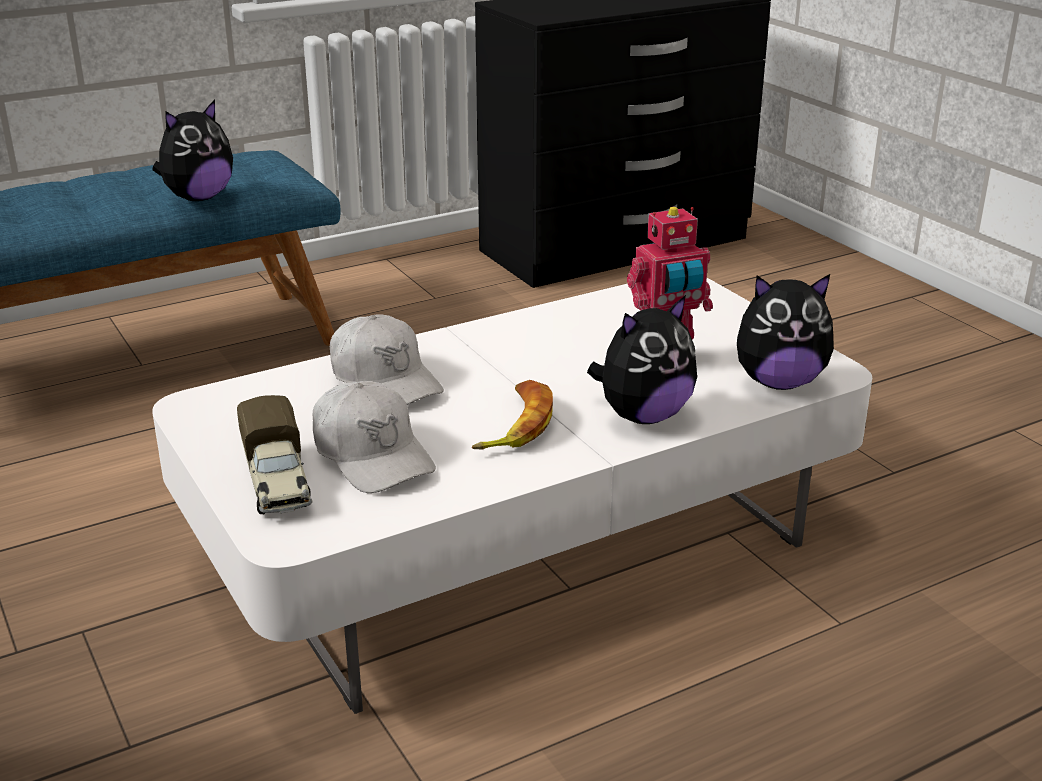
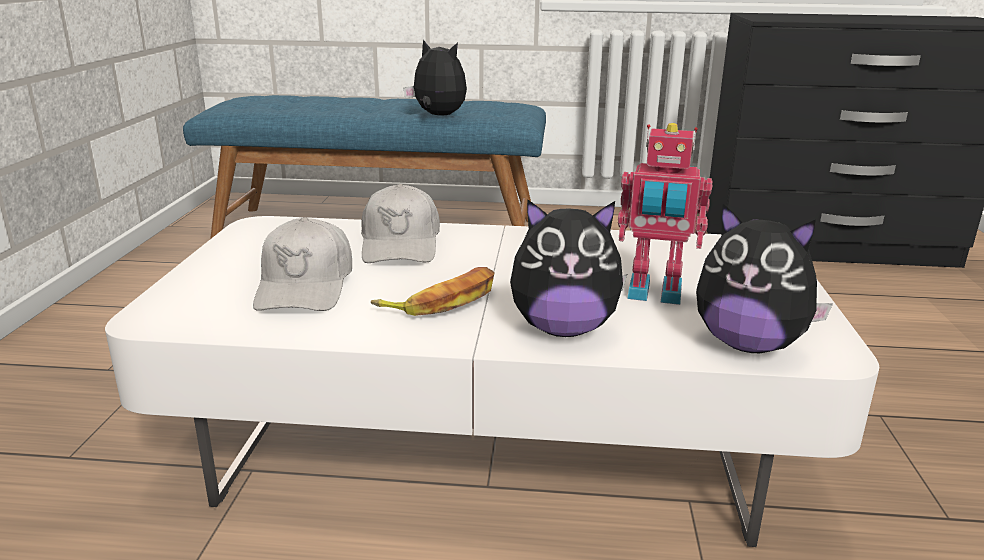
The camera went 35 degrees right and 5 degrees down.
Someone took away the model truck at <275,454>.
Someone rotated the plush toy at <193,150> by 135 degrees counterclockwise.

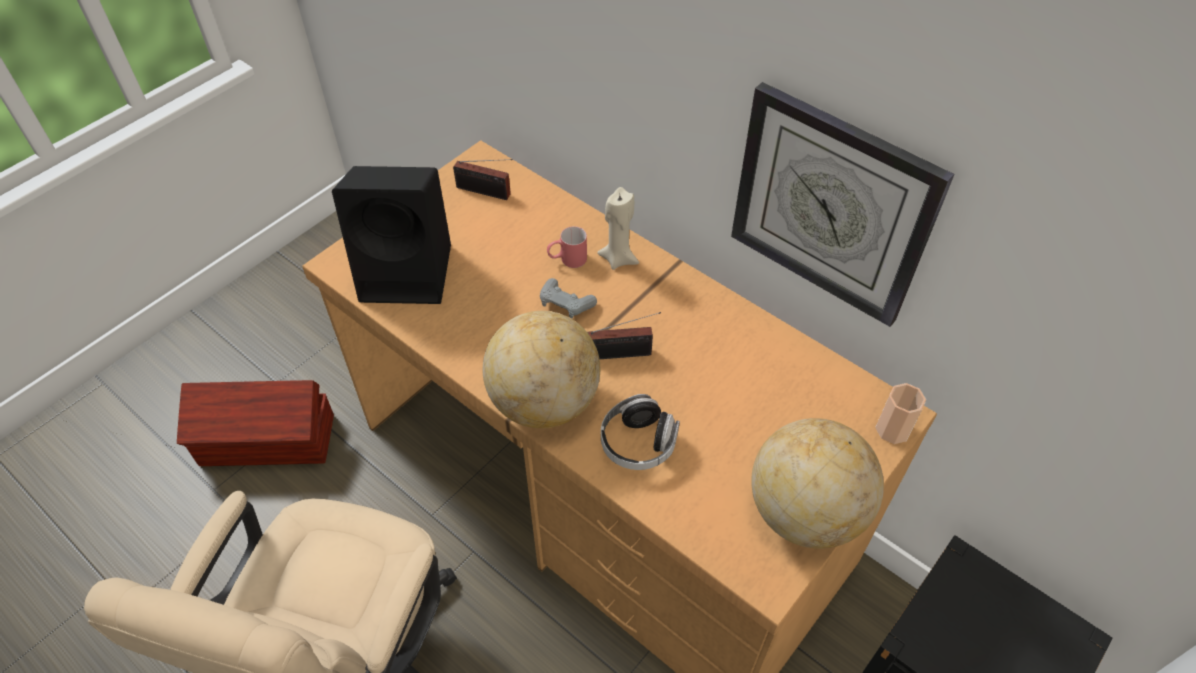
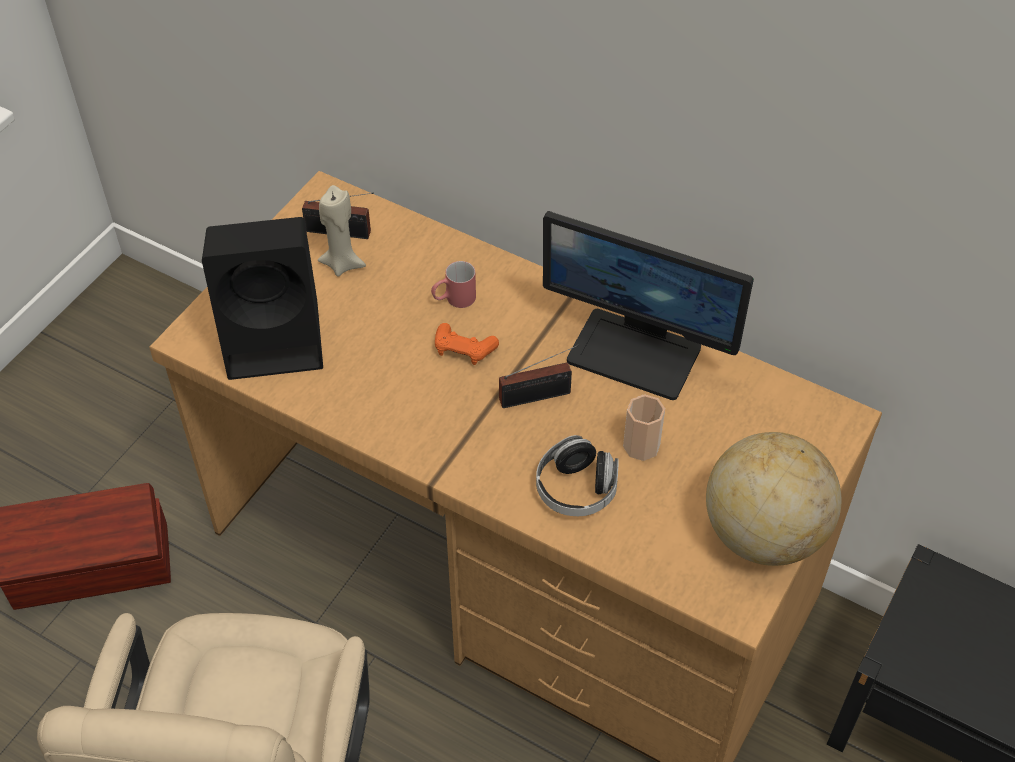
The camera went 10 degrees left and 0 degrees up.
Someone took away the desk globe at <541,369>.
Someone took away the clock on the wall at <842,204>.
Someone put down the monitor at <648,305>.
Someone carried the beige candle from <618,228> to <342,231>.
Someone carried the cup from <900,413> to <644,427>.
Someone repainted the greyish gamepad at <568,298>, which became the orangey gamepad at <467,344>.

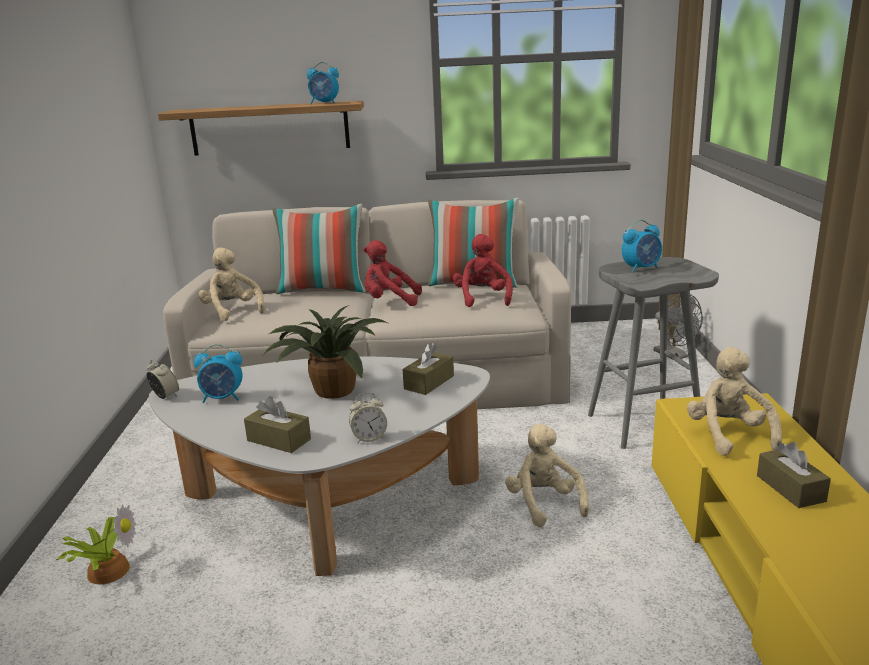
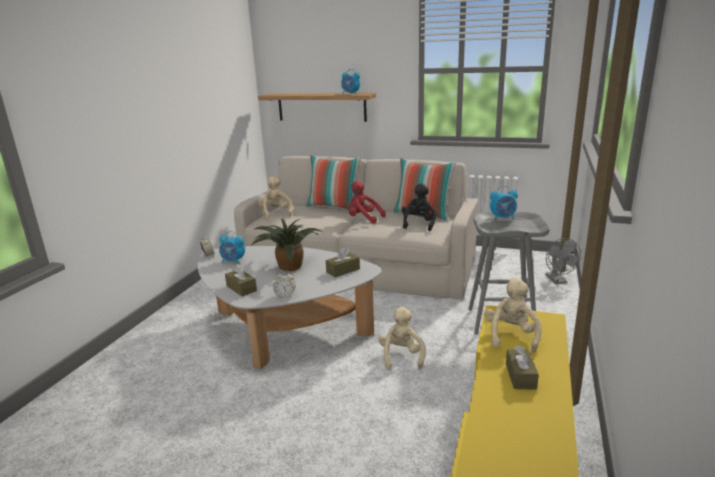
The camera went 20 degrees right and 0 degrees up.
Someone took away the houseplant at <96,544>.
Someone repainted the reddish plush toy at <483,270>, which became the blackish plush toy at <419,207>.

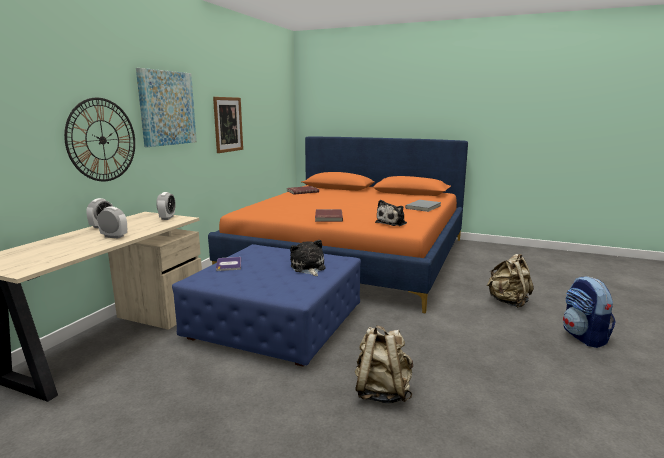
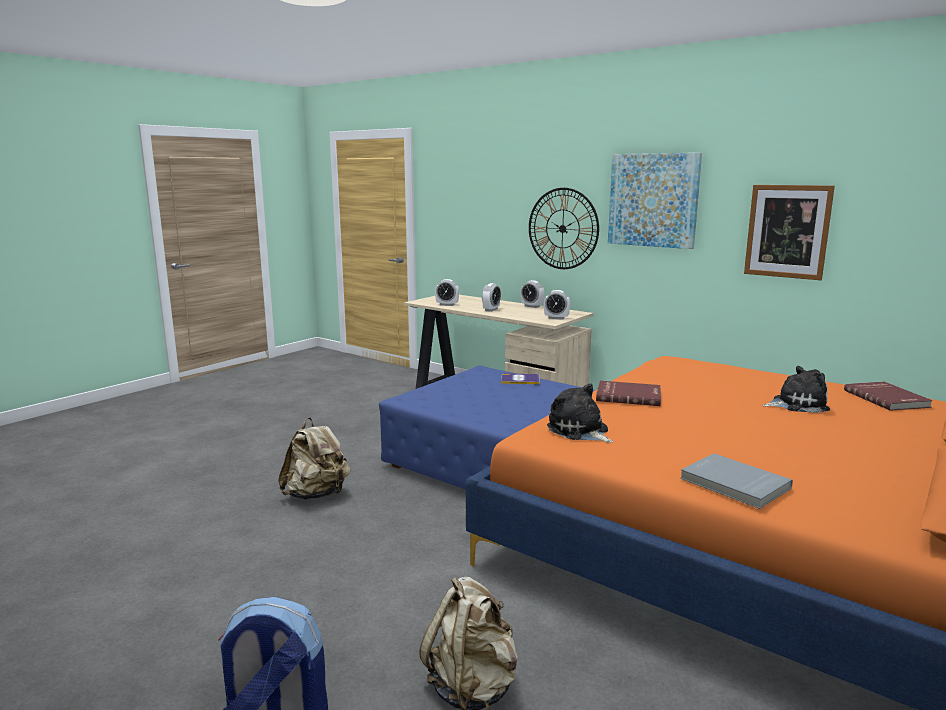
The camera went 105 degrees right and 0 degrees up.
Someone put down the bedside clock at <447,292>.
Someone carried the plush toy from <307,258> to <796,389>.

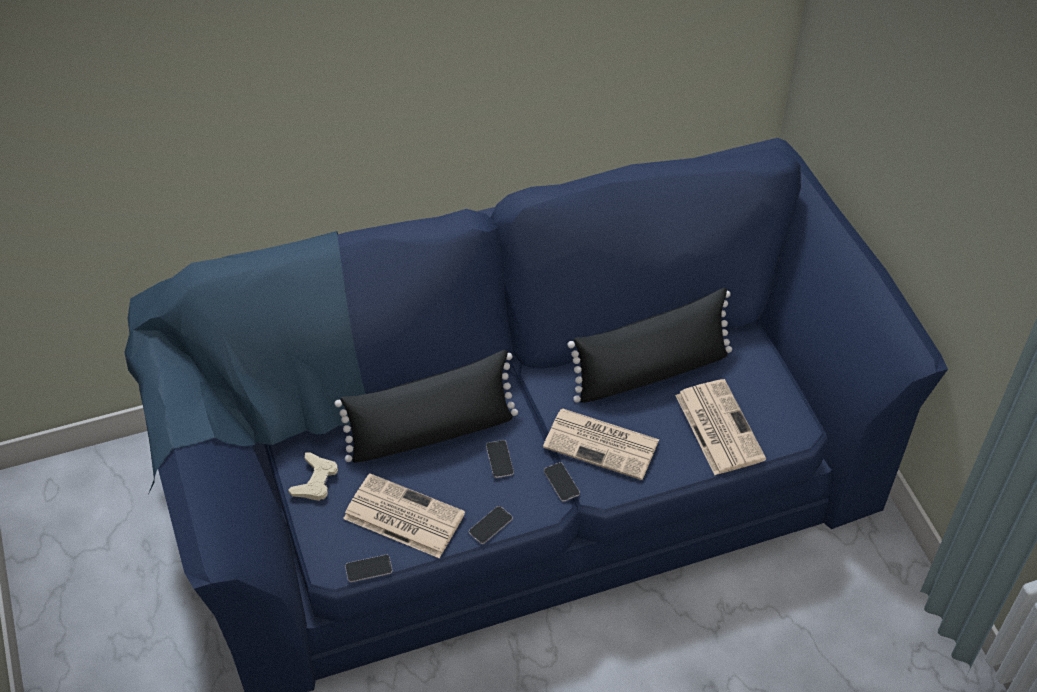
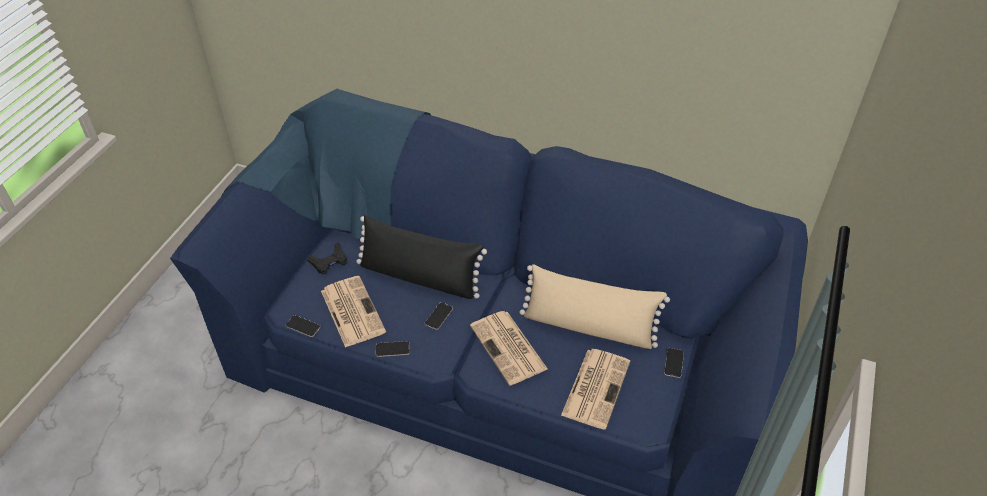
The camera went 40 degrees right and 5 degrees down.
Someone carried the telephone from <562,482> to <674,363>.
Someone repainted the beige gamepad at <313,476>, which became the blackish gamepad at <327,258>.
Someone repainted the blackish cushion at <649,345>, which became the beige cushion at <595,306>.

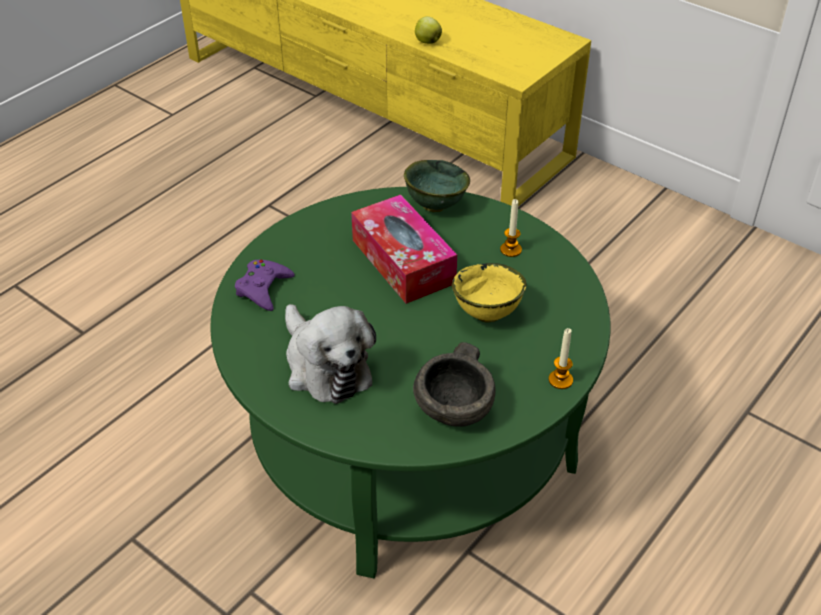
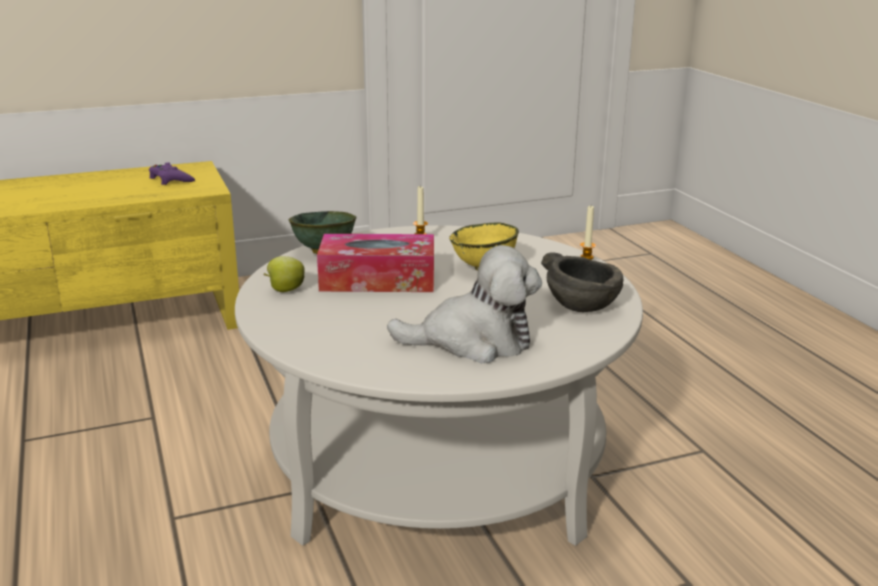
The camera went 60 degrees left and 20 degrees down.
Someone carried the purple-coloured gamepad from <264,285> to <172,174>.
Someone carried the apple from <428,30> to <283,274>.
Someone repainted the greenish lounge table at <410,382>, which became the white lounge table at <439,385>.

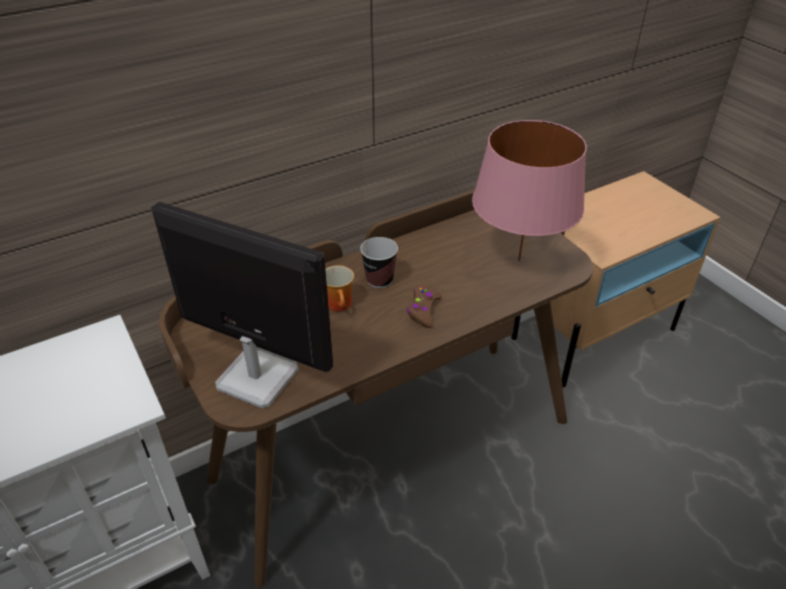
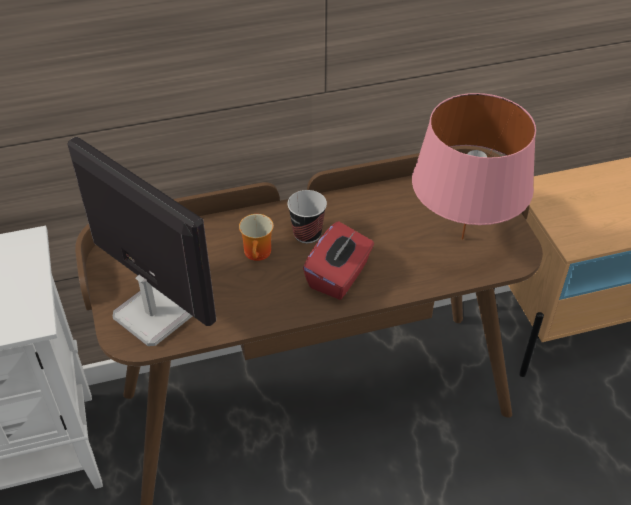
The camera went 15 degrees right and 5 degrees up.
Someone swapped the brown gamepad at <424,307> for the reddish tissue holder at <338,260>.

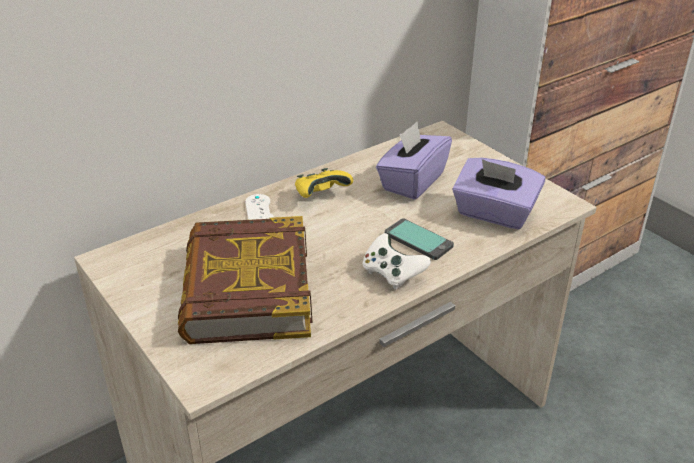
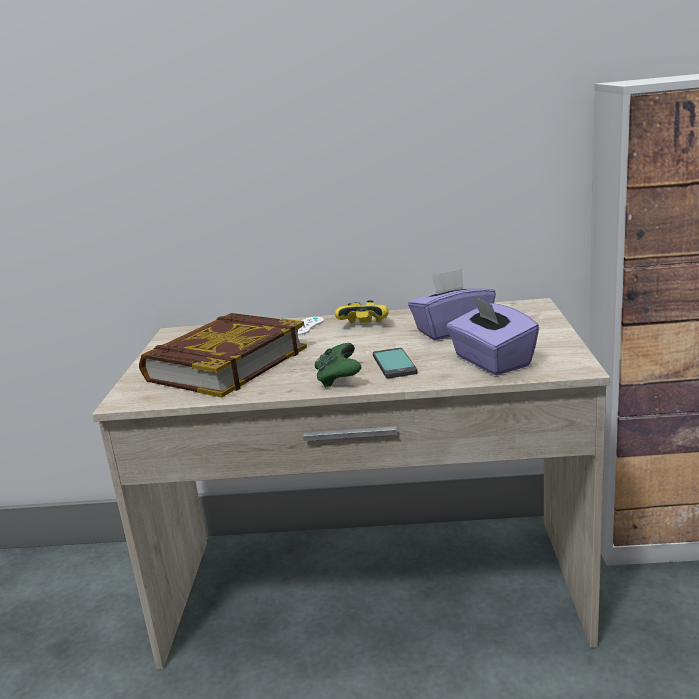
The camera went 40 degrees right and 15 degrees down.
Someone repainted the white gamepad at <396,261>, which became the greenish gamepad at <338,365>.

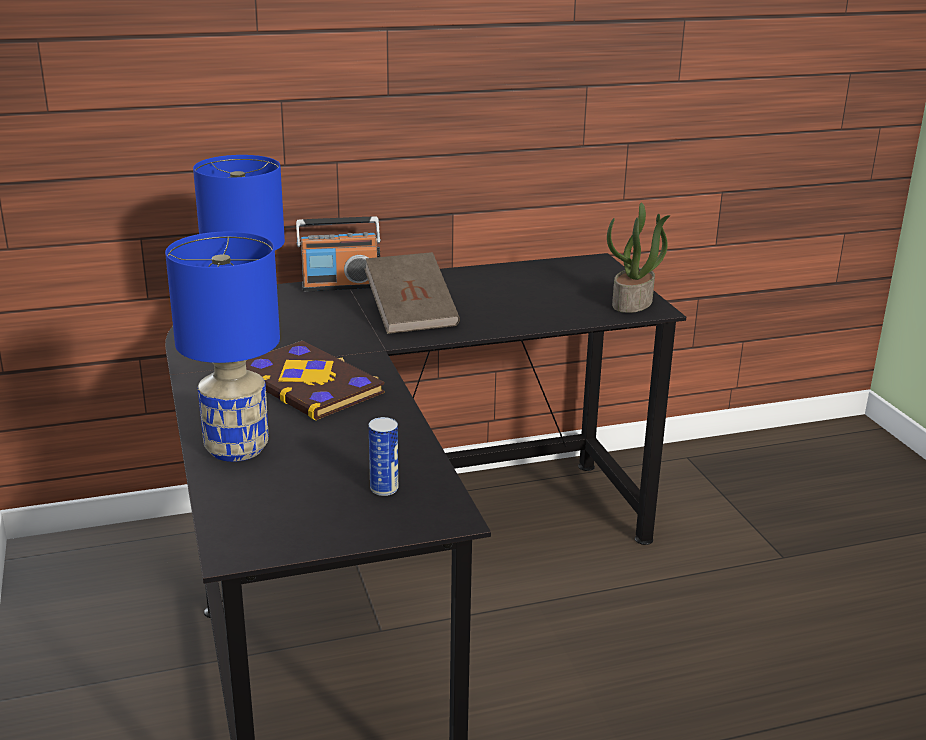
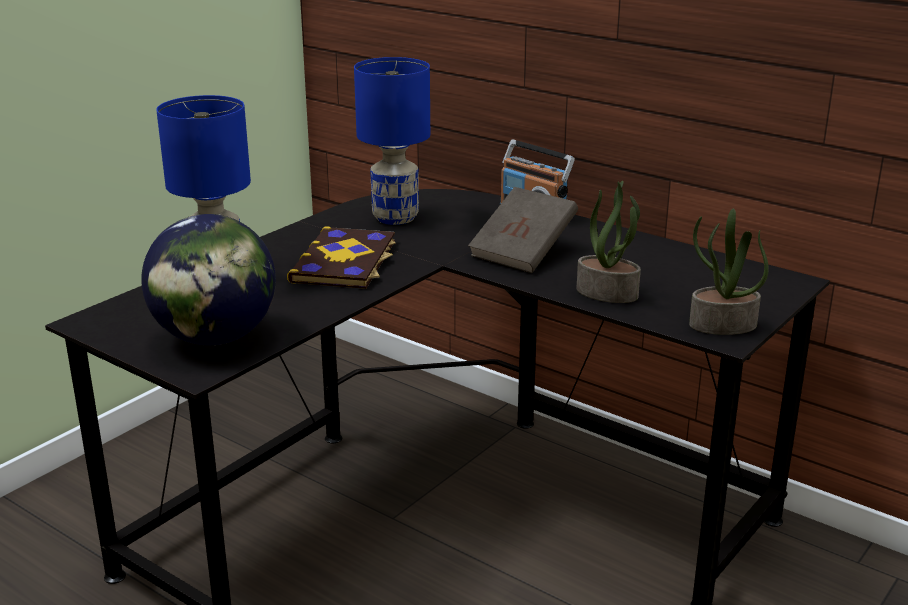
The camera went 55 degrees right and 0 degrees up.
Someone put down the houseplant at <608,242>.
Someone swapped the can at <383,456> for the desk globe at <208,279>.

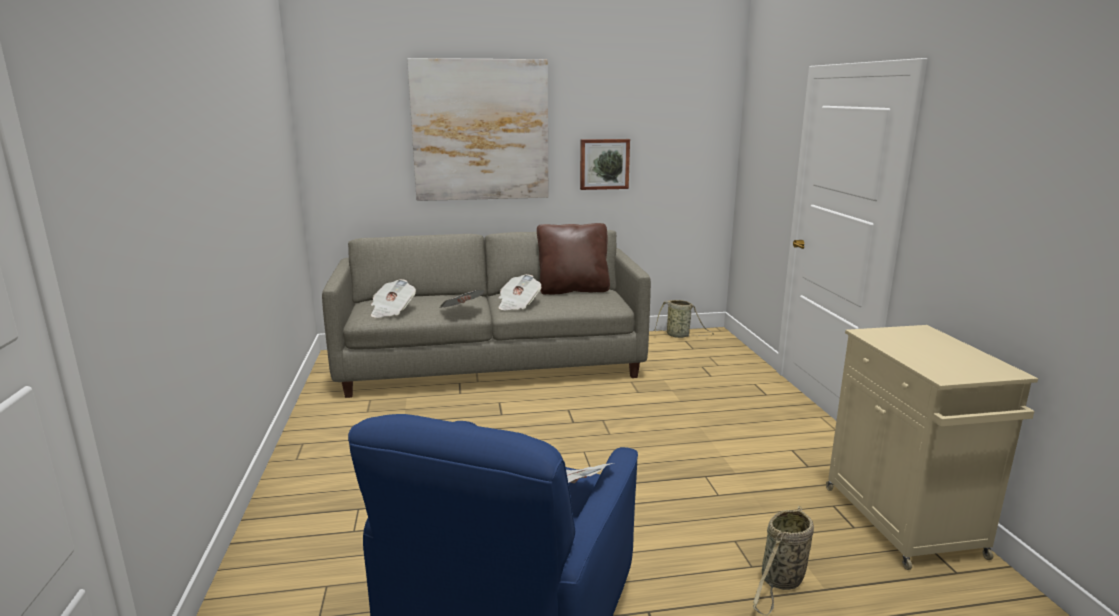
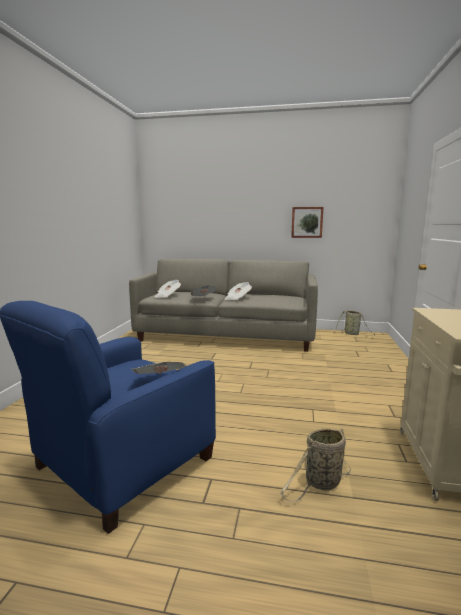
The camera went 20 degrees right and 5 degrees down.
Someone took away the wall picture at <477,129>.
Someone took away the brown cushion at <573,259>.

